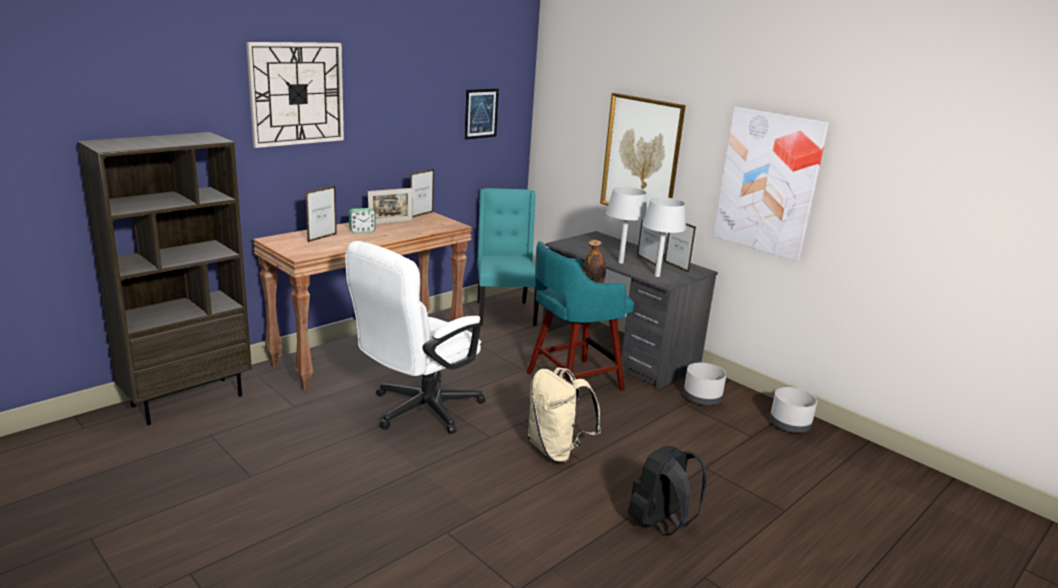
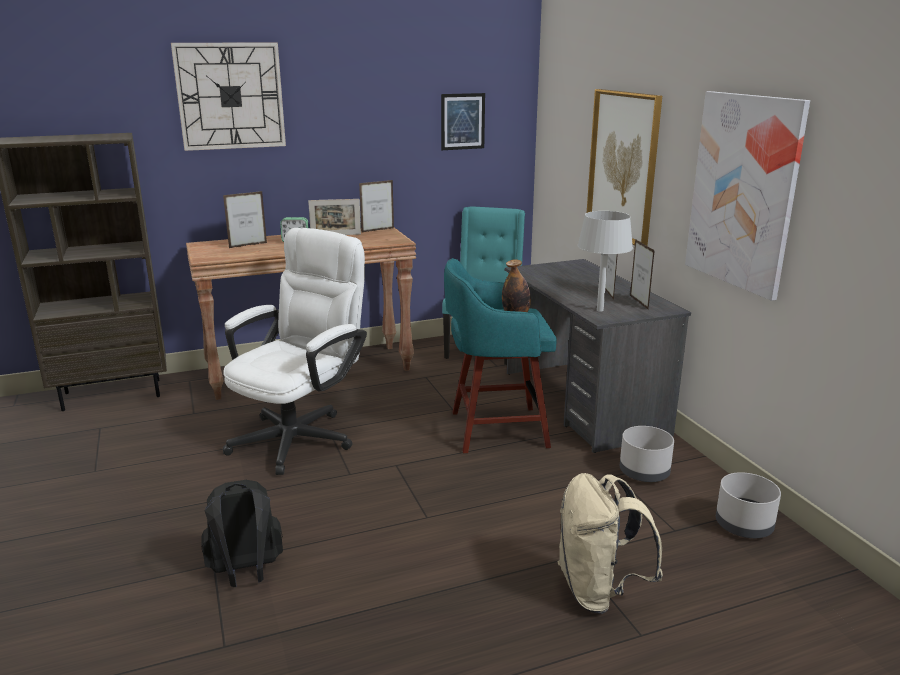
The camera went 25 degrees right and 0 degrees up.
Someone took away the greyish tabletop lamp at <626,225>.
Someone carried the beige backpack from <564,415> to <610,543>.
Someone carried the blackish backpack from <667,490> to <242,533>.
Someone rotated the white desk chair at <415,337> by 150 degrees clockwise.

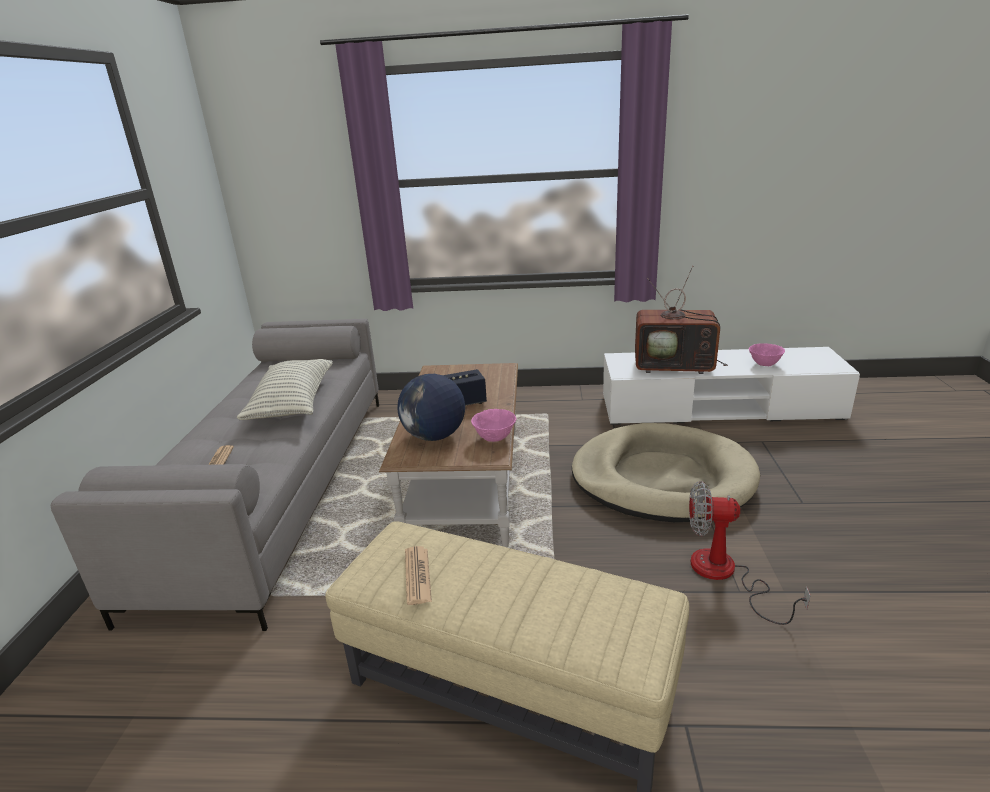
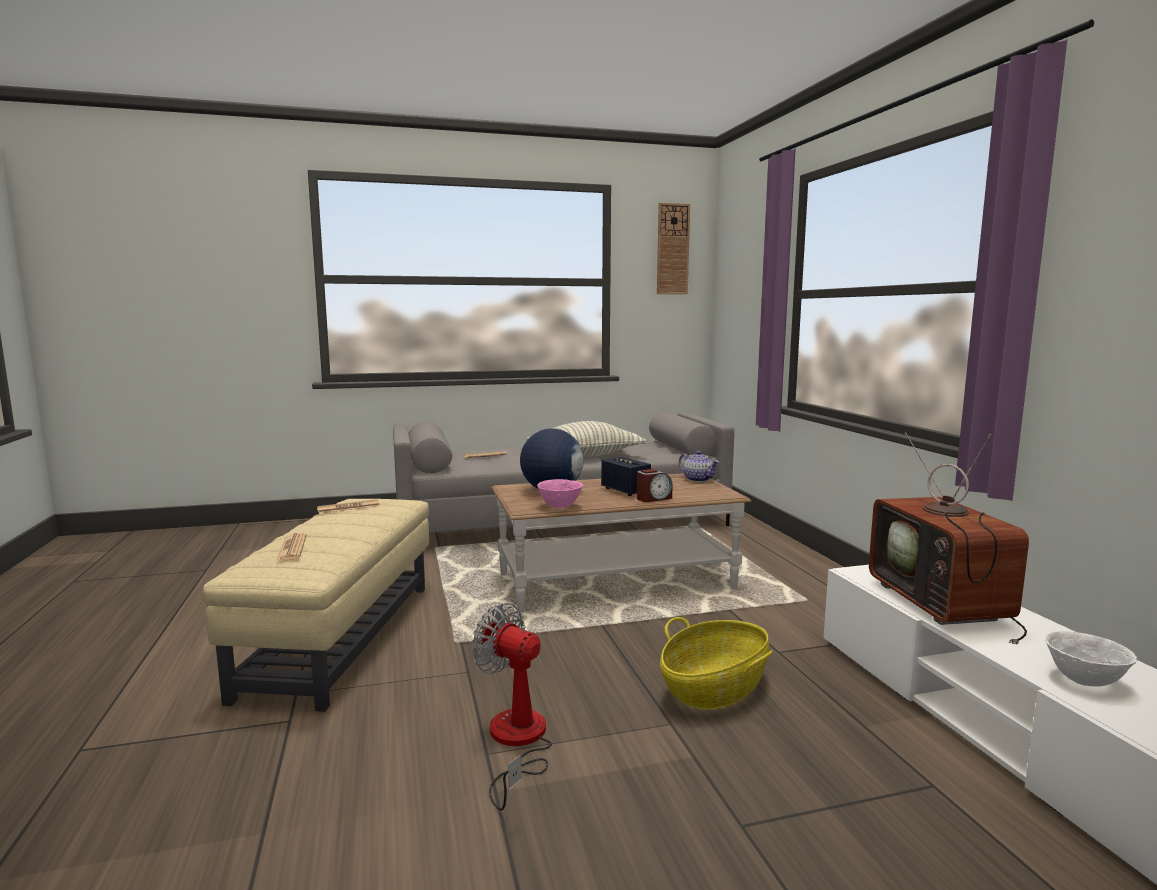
The camera went 70 degrees right and 15 degrees down.
Someone put down the newspaper at <291,547>.
Someone put down the bedside clock at <655,485>.
Someone put up the clock on the wall at <673,248>.
Someone put down the pot for tea at <699,466>.
Someone swapped the beige dog cushion at <666,472> for the household basket at <716,663>.
Someone repainted the pink bowl at <767,354>, which became the white bowl at <1091,659>.
Someone rotated the electric fan at <750,553> by 45 degrees counterclockwise.

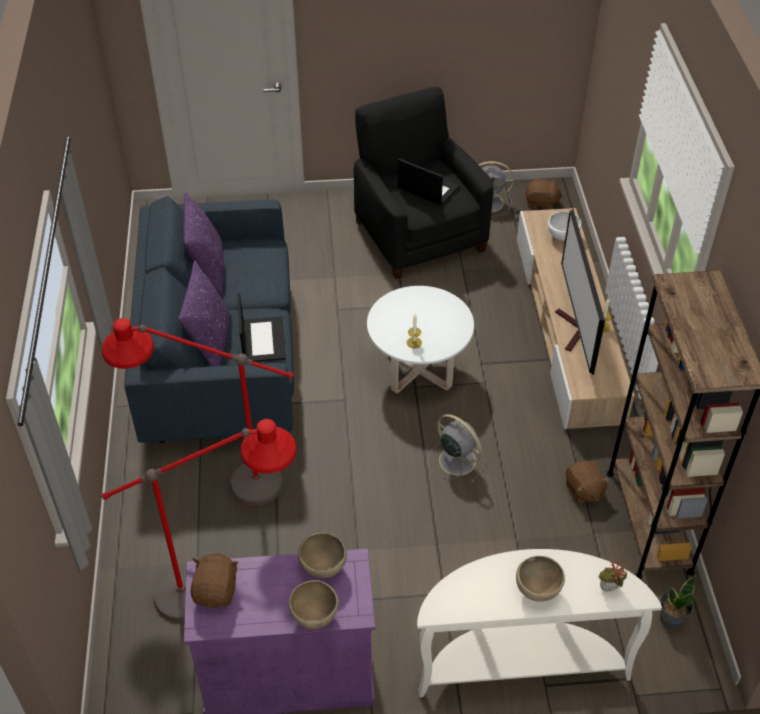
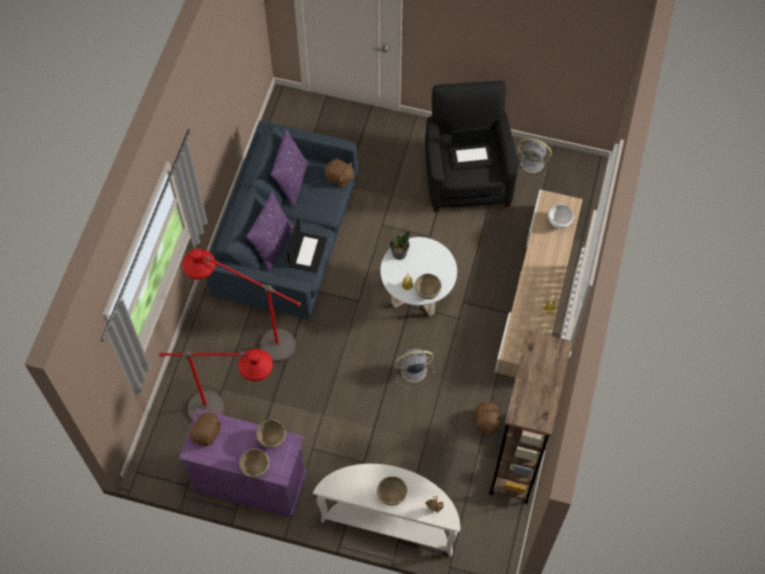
The camera went 20 degrees right and 15 degrees up.
Someone took away the TV at <580,292>.
Someone put down the brown bowl at <428,286>.
Someone carried the brown plush toy from <544,194> to <339,172>.
Someone carried the houseplant from <678,602> to <400,245>.
Someone rotated the laptop at <429,182> by 120 degrees clockwise.
Someone rotated the greyish electric fan at <456,448> by 75 degrees counterclockwise.

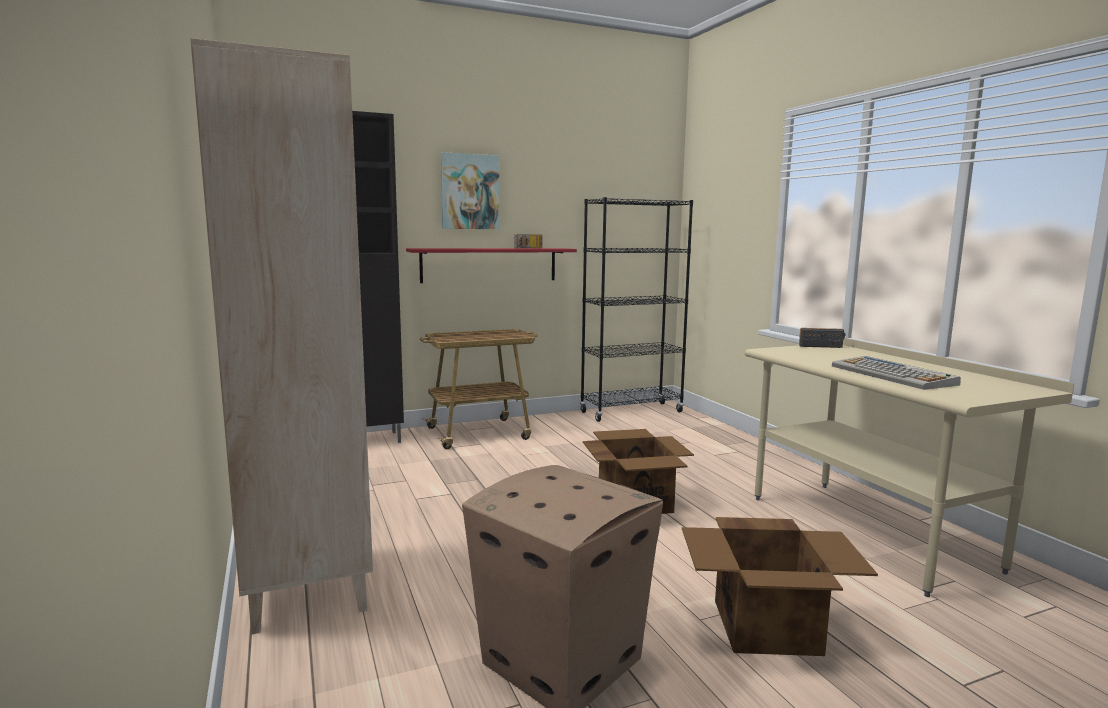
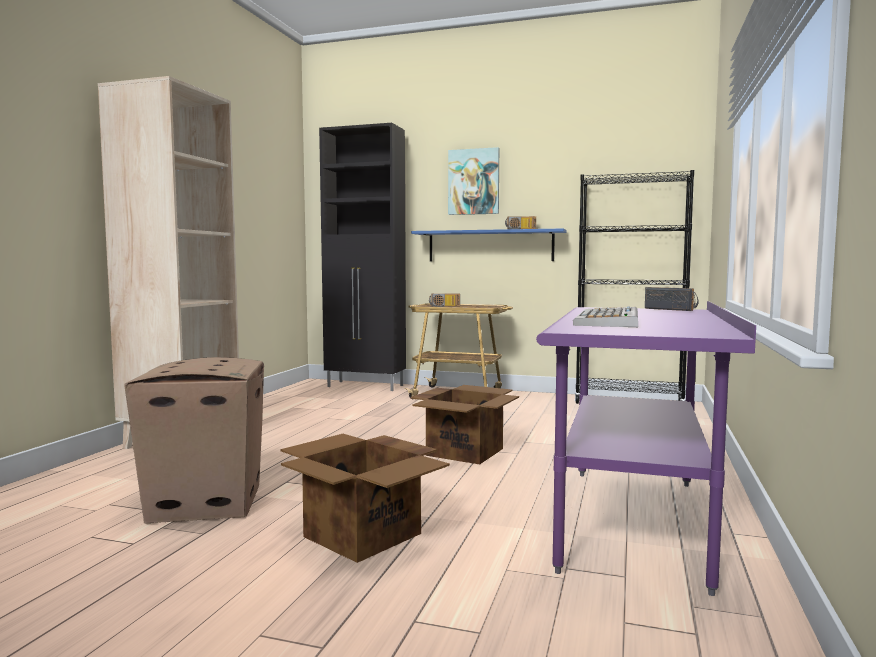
The camera went 40 degrees right and 5 degrees down.
Someone put down the radio receiver at <444,300>.
Someone repainted the reddish wall shelf at <491,265>, which became the bluish wall shelf at <489,244>.
Someone repainted the beige desk at <909,467>, which became the purple-coloured desk at <646,448>.

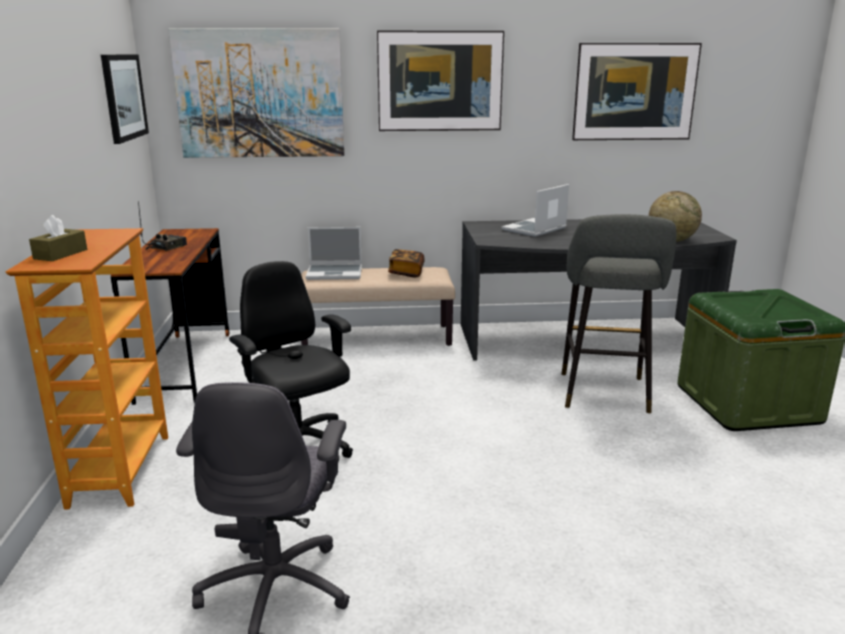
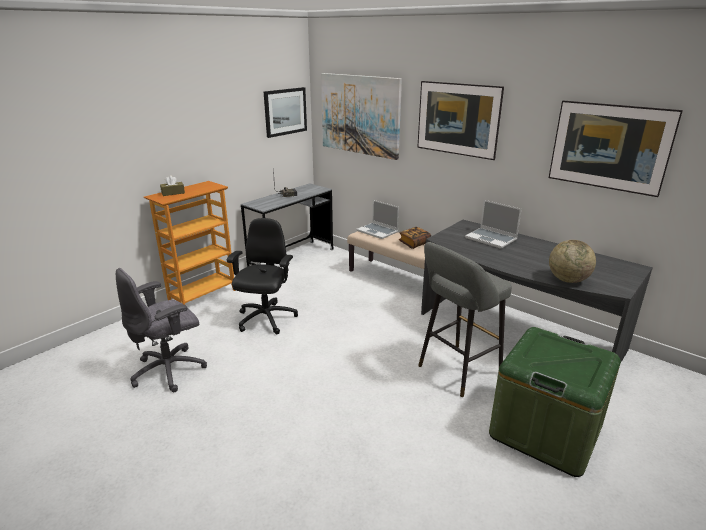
The camera went 45 degrees right and 5 degrees up.
Someone repainted the brown desk at <170,316>, which became the greyish desk at <287,225>.
Someone rotated the laptop at <535,210> by 135 degrees counterclockwise.

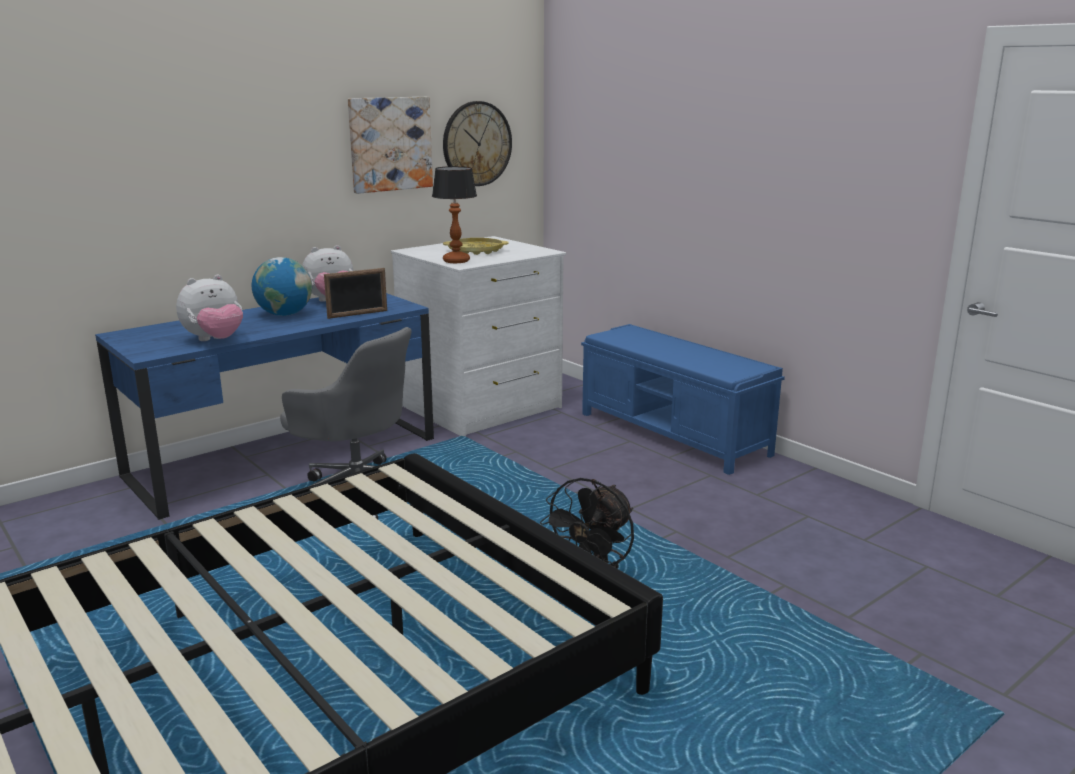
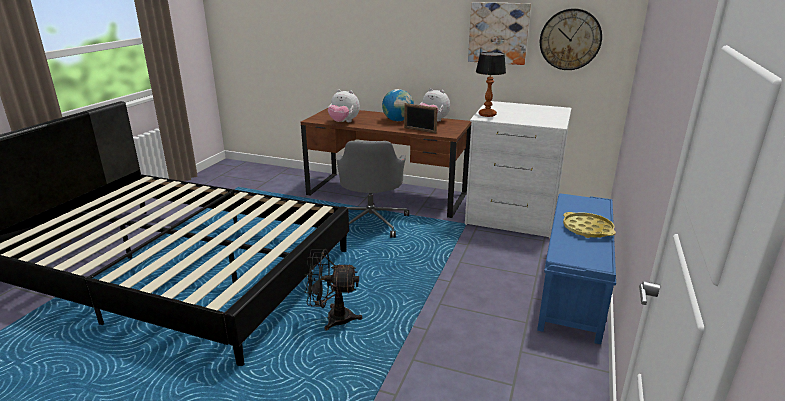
The camera went 60 degrees right and 5 degrees up.
Someone carried the yellow-coloured serving tray from <475,246> to <589,225>.
Someone repainted the bluish desk at <264,406>, which became the brown desk at <386,163>.

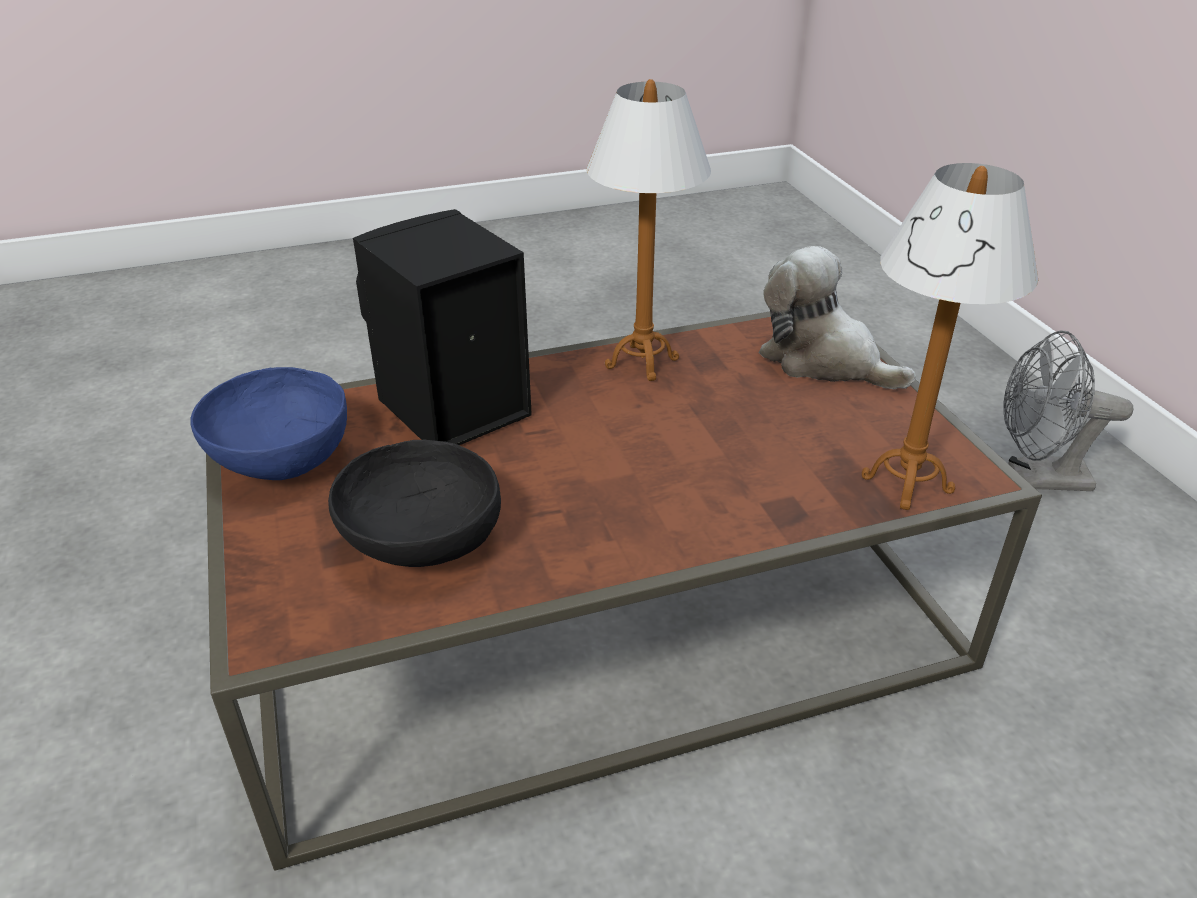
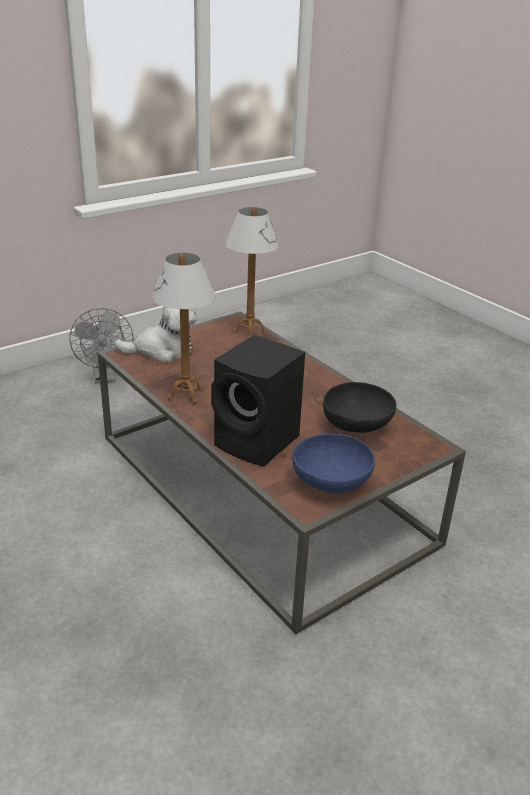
The camera went 110 degrees left and 5 degrees down.
Someone rotated the plush toy at <837,318> by 120 degrees counterclockwise.

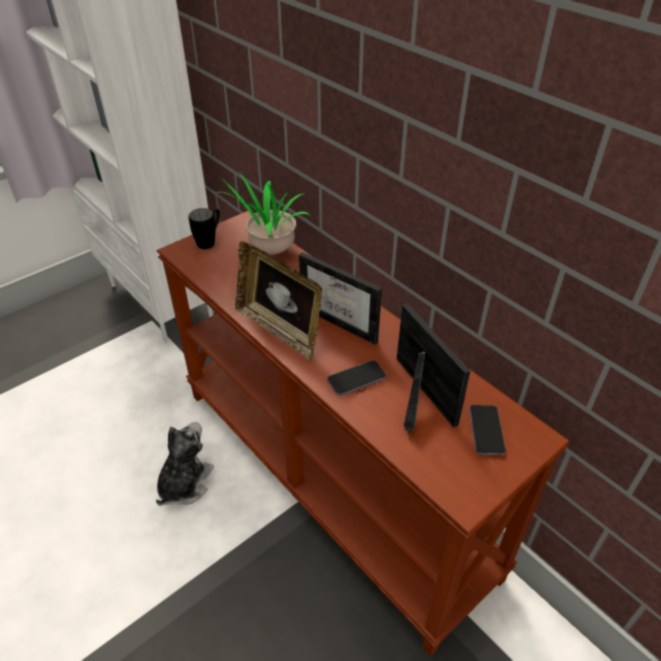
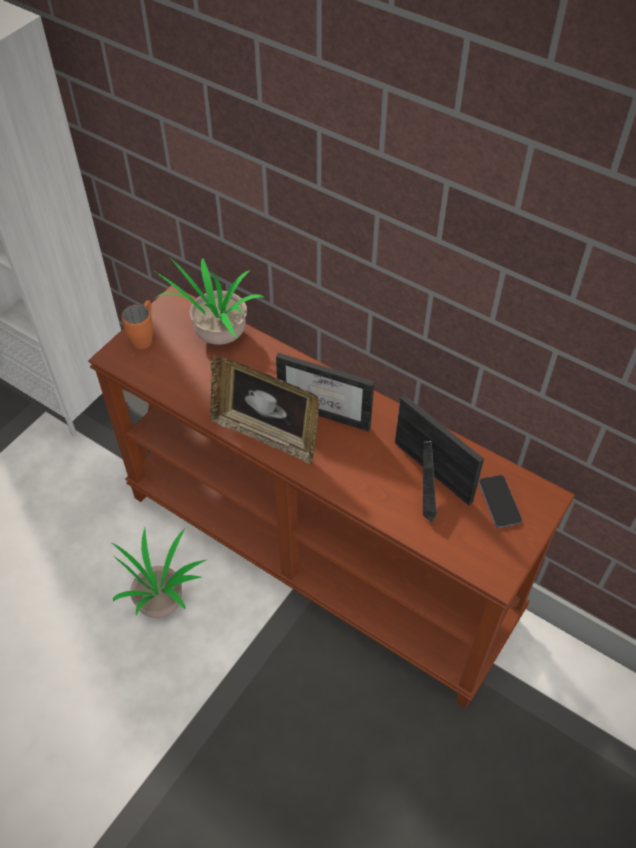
The camera went 15 degrees left and 10 degrees up.
Someone took away the telephone at <356,378>.
Someone swapped the plush toy at <185,464> for the houseplant at <160,573>.
Someone repainted the blackish tea mug at <204,228>, which became the orangey tea mug at <137,324>.

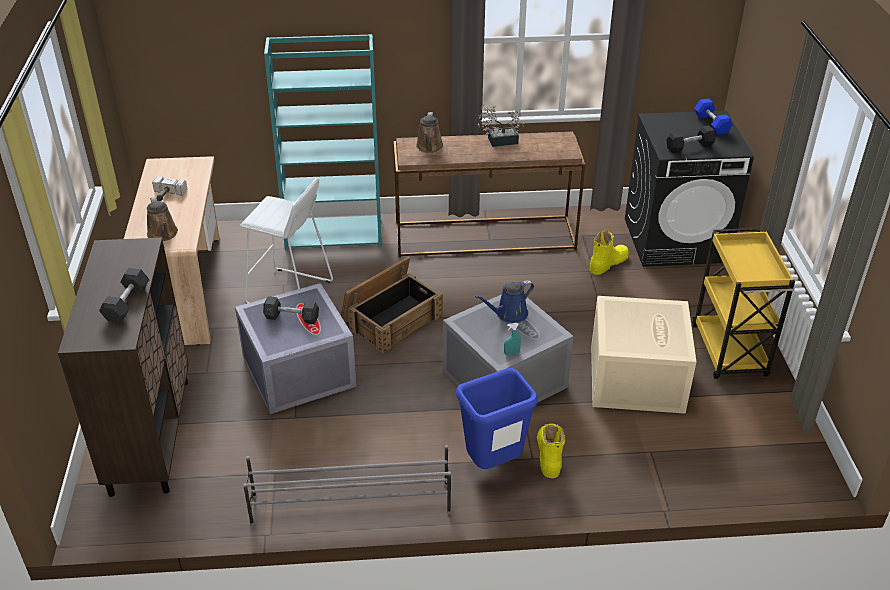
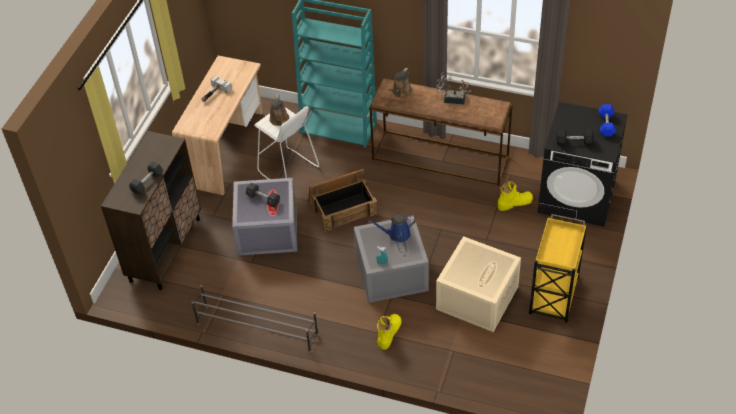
The camera went 25 degrees right and 10 degrees up.
Someone took away the bluish rubbish bin at <497,418>.
Someone carried the brown sprinkling can from <162,218> to <279,110>.

